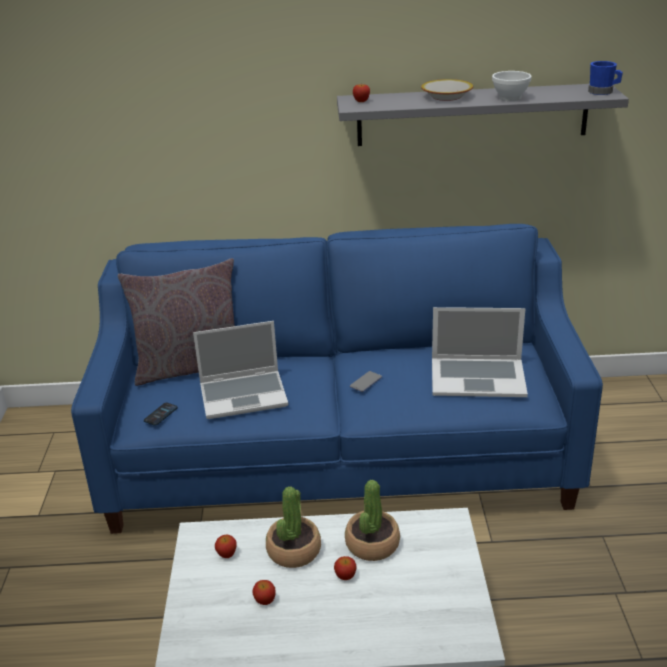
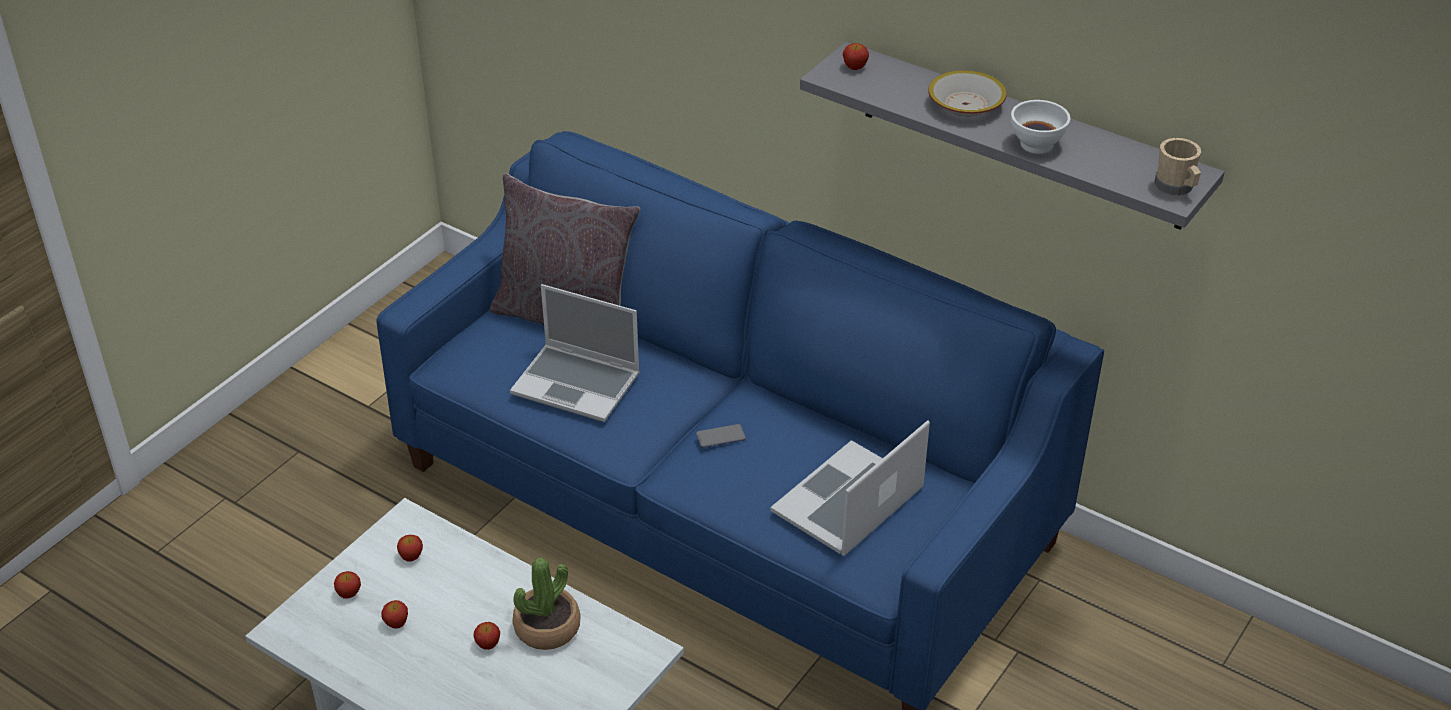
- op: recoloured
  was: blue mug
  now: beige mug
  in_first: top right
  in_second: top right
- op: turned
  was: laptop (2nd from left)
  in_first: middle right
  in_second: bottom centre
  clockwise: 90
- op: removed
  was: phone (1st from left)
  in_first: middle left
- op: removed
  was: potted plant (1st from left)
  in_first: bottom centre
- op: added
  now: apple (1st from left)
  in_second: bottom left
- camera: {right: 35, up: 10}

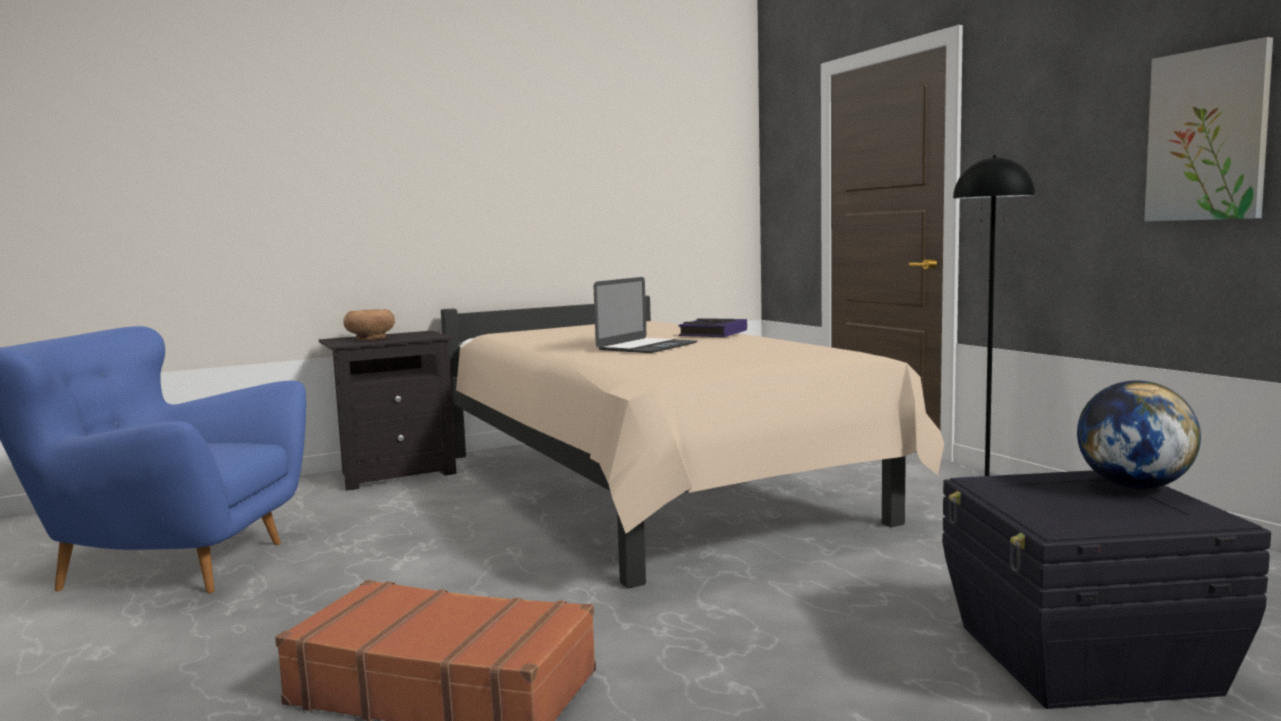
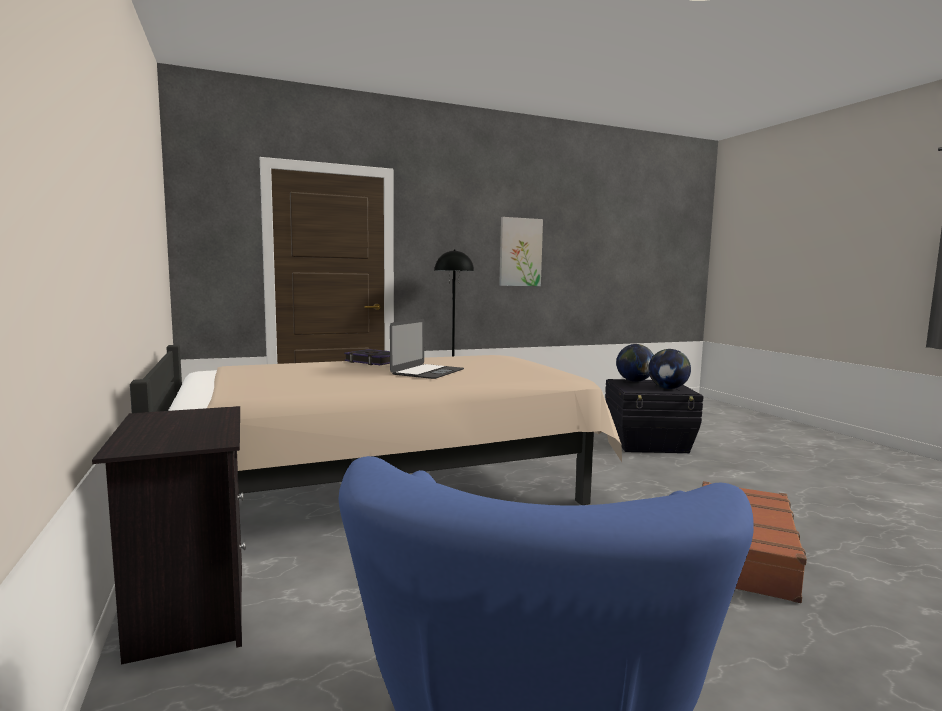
- op: turned
  was: laptop
  in_first: centre
  in_second: centre
  clockwise: 75
- op: removed
  was: brown bowl
  in_first: middle left
- op: added
  now: globe (2nd from left)
  in_second: middle right
- camera: {right: -85, up: 0}

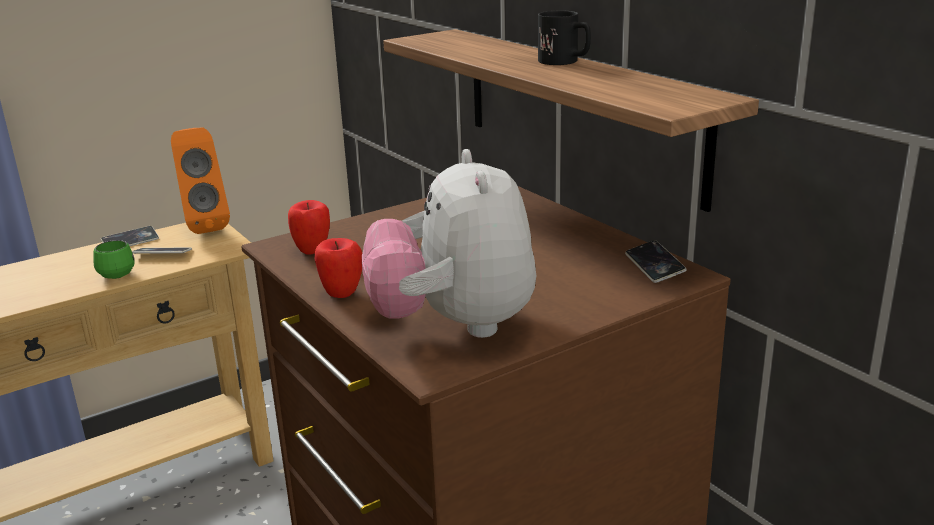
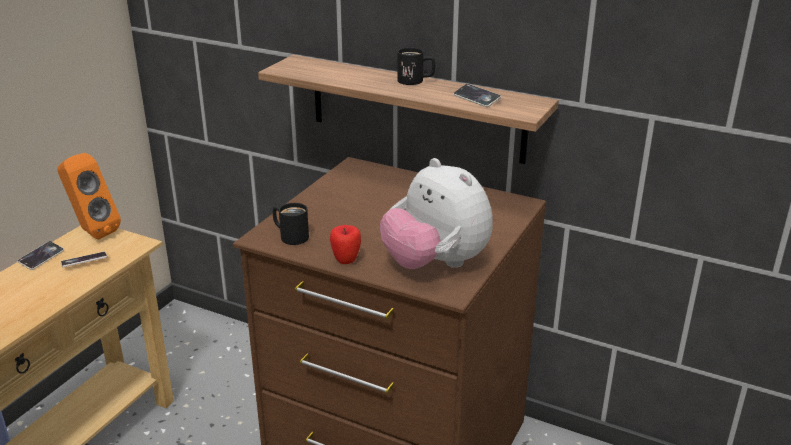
- op: replaced
  was: apple (1st from left)
  now: black mug (1st from left)
  in_first: middle left
  in_second: centre
- op: removed
  was: green mug
  in_first: middle left
- op: moved
  was: phone (3rd from left)
  in_first: middle right
  in_second: top centre
- camera: {right: -30, up: 5}

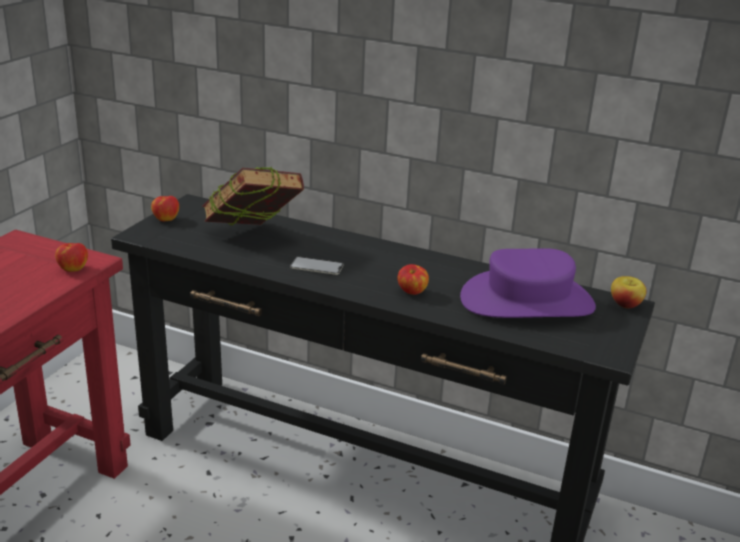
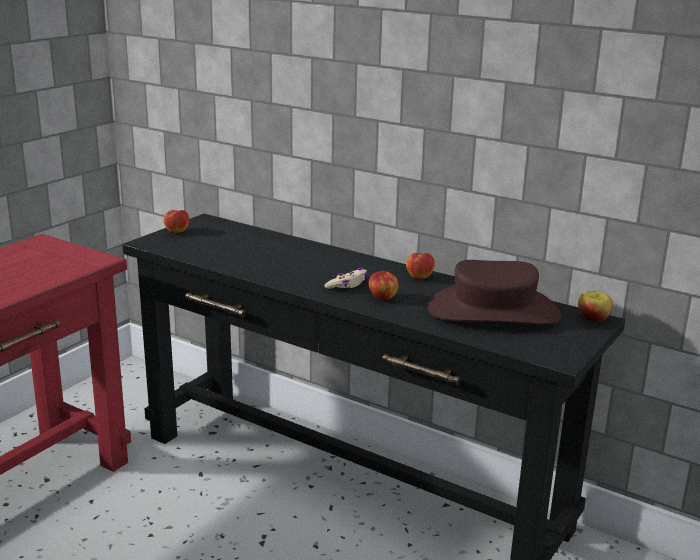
- op: removed
  was: book
  in_first: centre
- op: moved
  was: apple (1st from left in the first image)
  now: apple (3rd from left)
  in_first: middle left
  in_second: centre
- op: recoloured
  was: purple hat
  now: brown hat
  in_first: middle right
  in_second: middle right
- op: removed
  was: phone
  in_first: centre
- op: added
  now: beige game controller
  in_second: centre
- camera: {right: 10, up: -5}

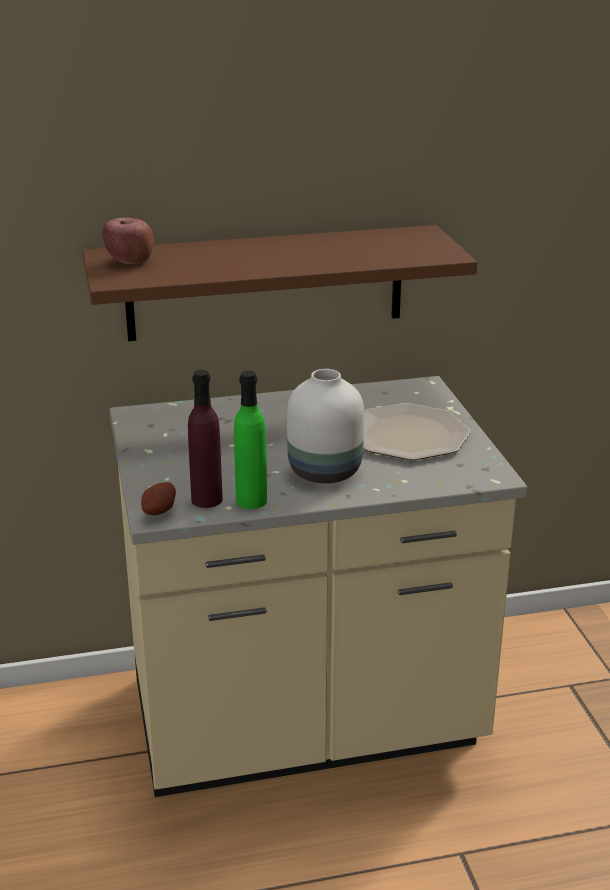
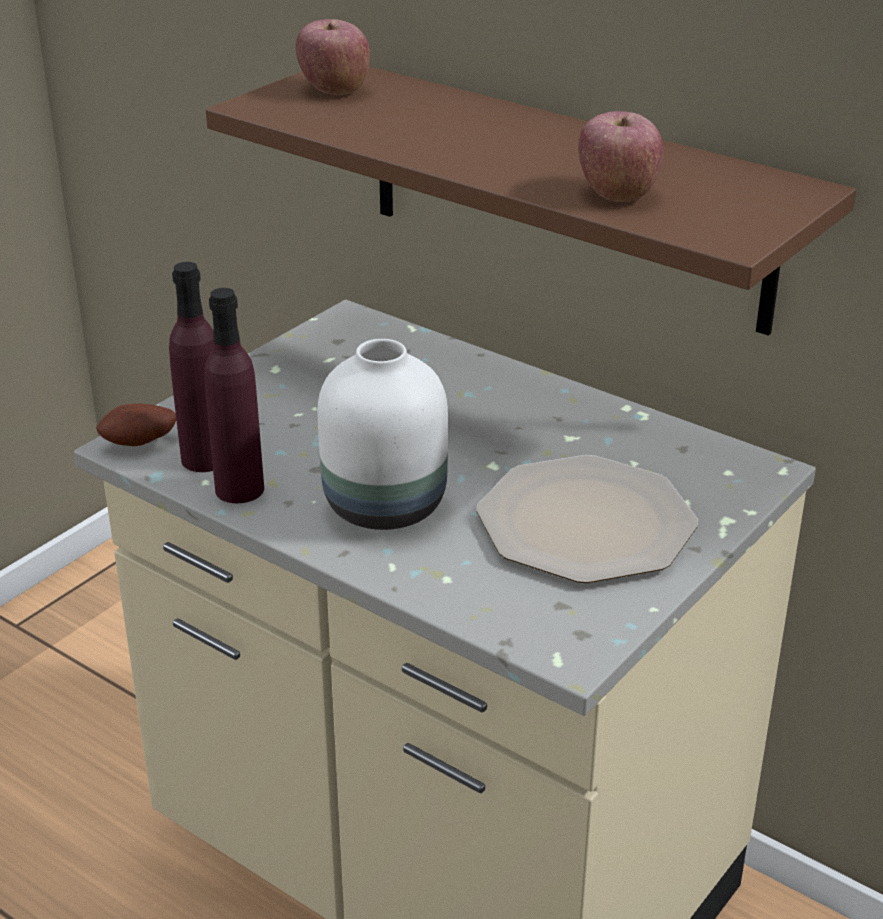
- op: recoloured
  was: green bottle
  now: purple bottle (2nd from left)
  in_first: centre
  in_second: middle left
- op: added
  now: apple (2nd from left)
  in_second: top right
- camera: {right: 50, up: 5}

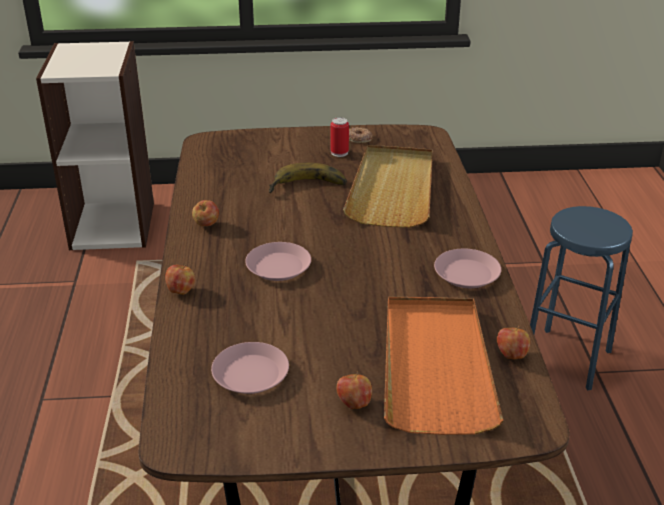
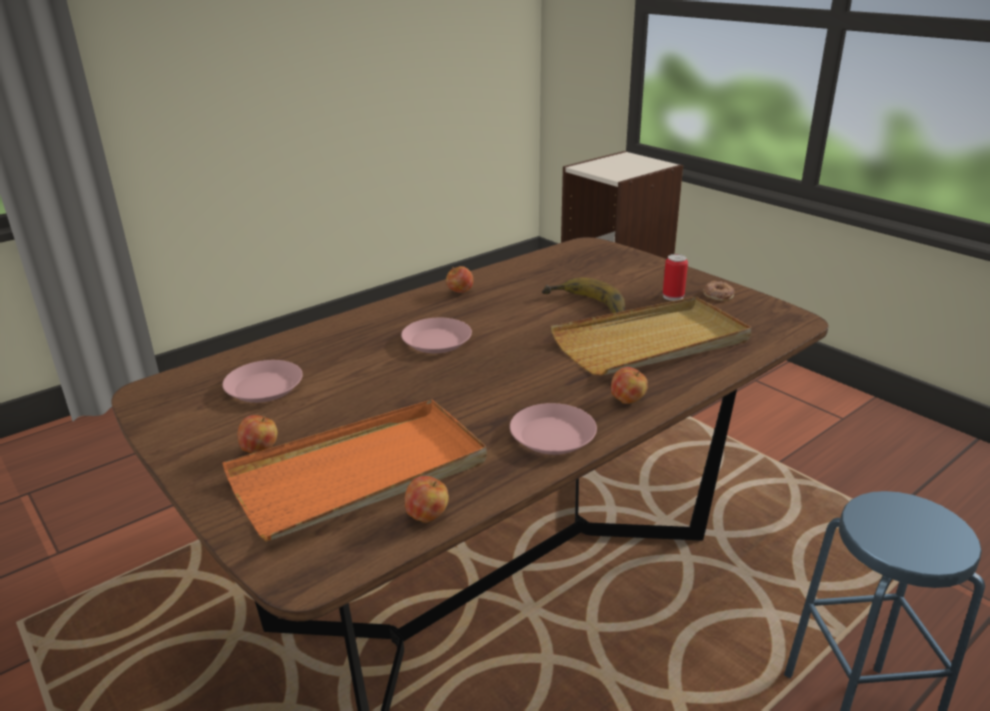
- op: moved
  was: apple (1st from left in the first image)
  now: apple (4th from left)
  in_first: middle left
  in_second: centre
- camera: {right: 55, up: -5}

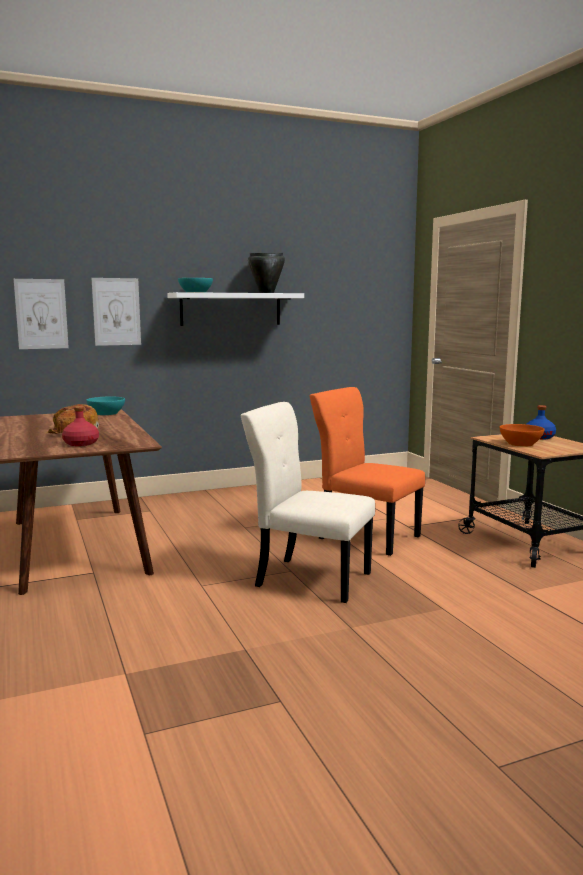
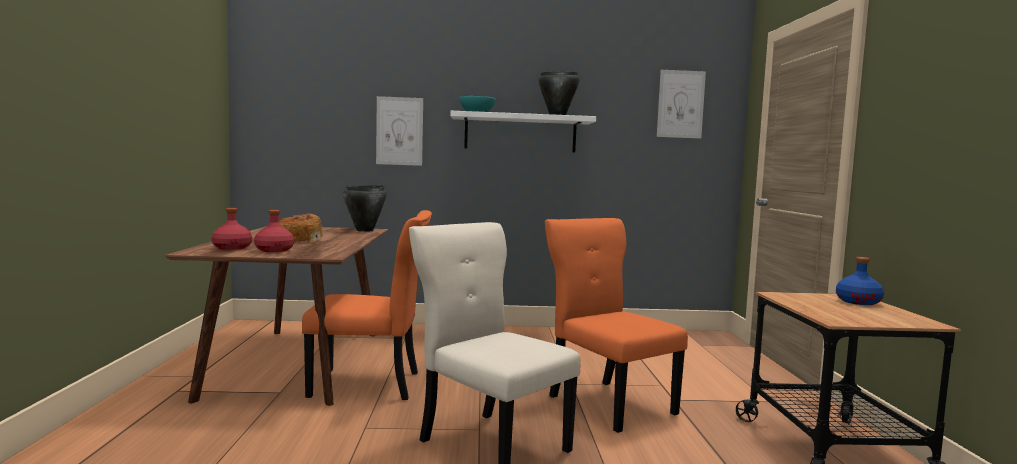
- op: moved
  was: picture (1st from left in the first image)
  now: picture (2nd from left)
  in_first: middle left
  in_second: top right
- op: replaced
  was: turquoise bowl (1st from left)
  now: black cooking pot (1st from left)
  in_first: middle left
  in_second: centre
- op: removed
  was: orange bowl
  in_first: middle right
- op: added
  now: red bottle (1st from left)
  in_second: middle left
- op: added
  now: orange chair (1st from left)
  in_second: centre
- camera: {right: 20, up: -5}

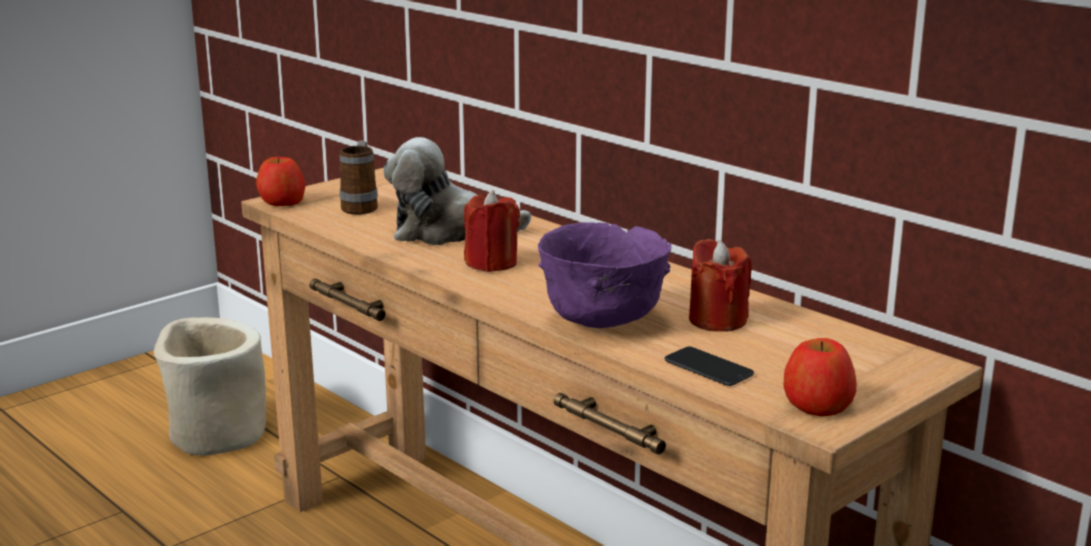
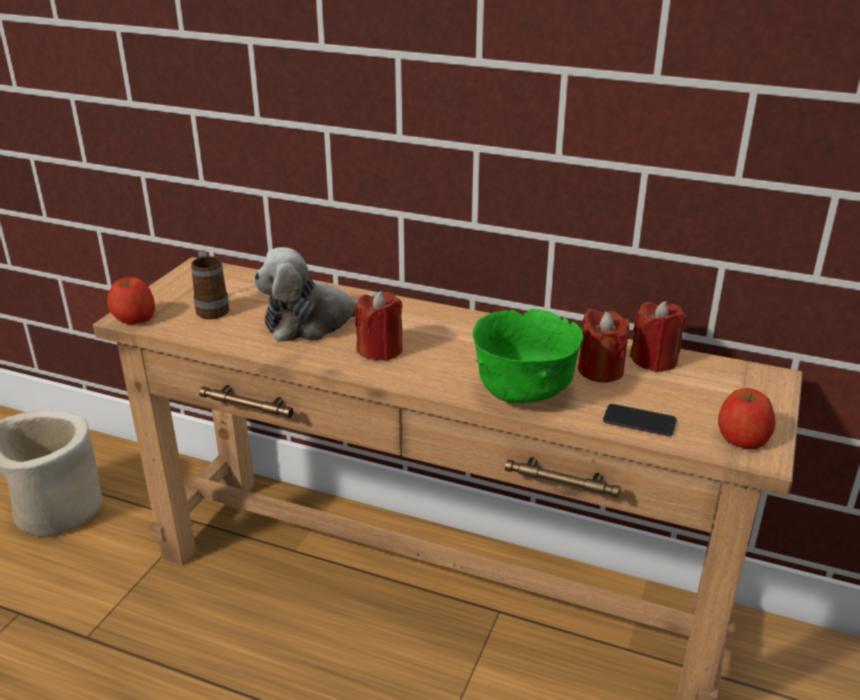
- op: recoloured
  was: purple bowl
  now: green bowl
  in_first: centre
  in_second: centre
- op: added
  now: red candle (3rd from left)
  in_second: middle right
- camera: {right: -25, up: 10}

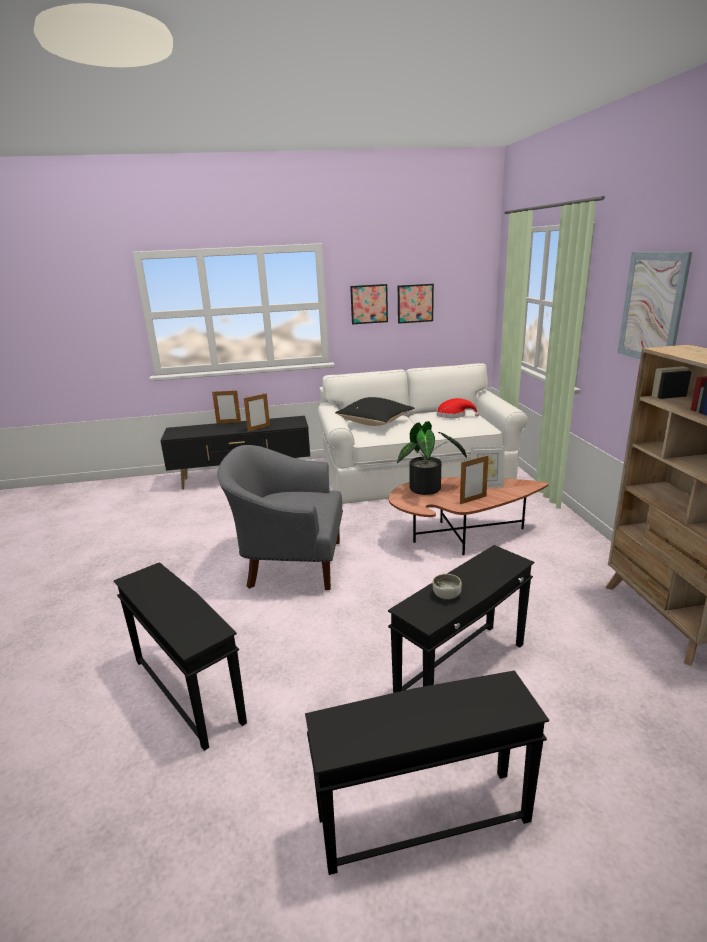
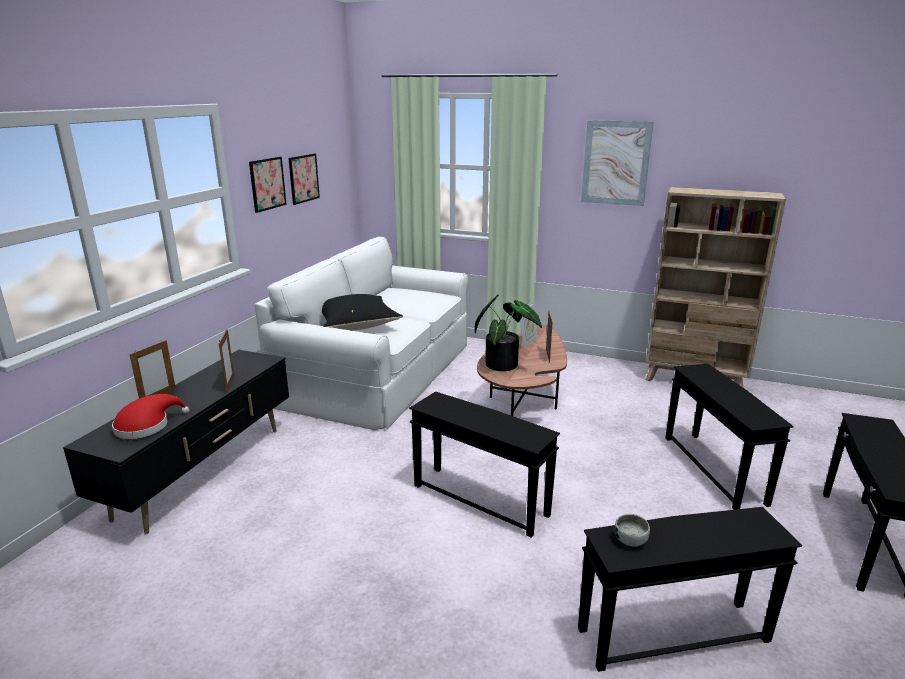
- op: moved
  was: red hat
  in_first: centre
  in_second: middle left
- op: replaced
  was: grey armchair
  now: black side table (1st from left)
  in_first: centre
  in_second: bottom centre
- op: moved
  was: bowl
  in_first: centre
  in_second: bottom right
- camera: {right: -60, up: 0}

